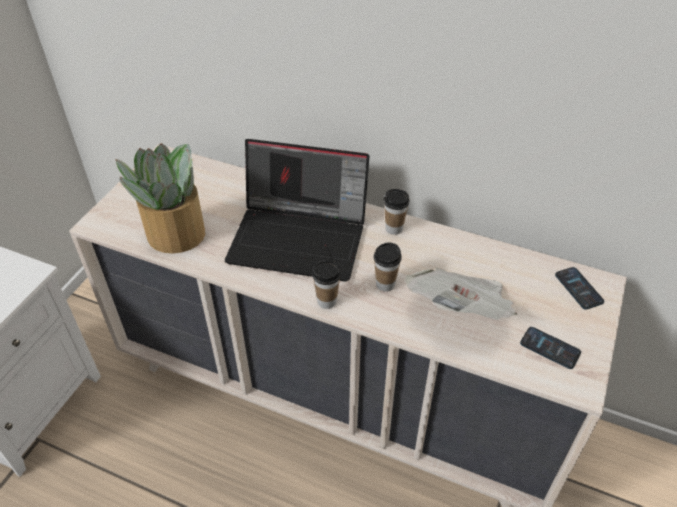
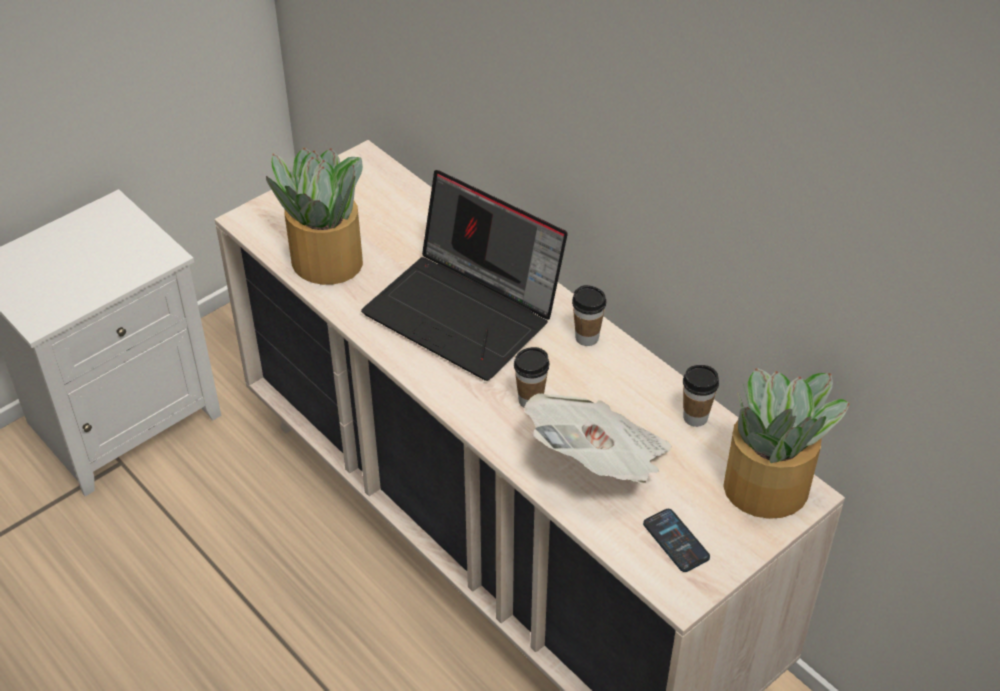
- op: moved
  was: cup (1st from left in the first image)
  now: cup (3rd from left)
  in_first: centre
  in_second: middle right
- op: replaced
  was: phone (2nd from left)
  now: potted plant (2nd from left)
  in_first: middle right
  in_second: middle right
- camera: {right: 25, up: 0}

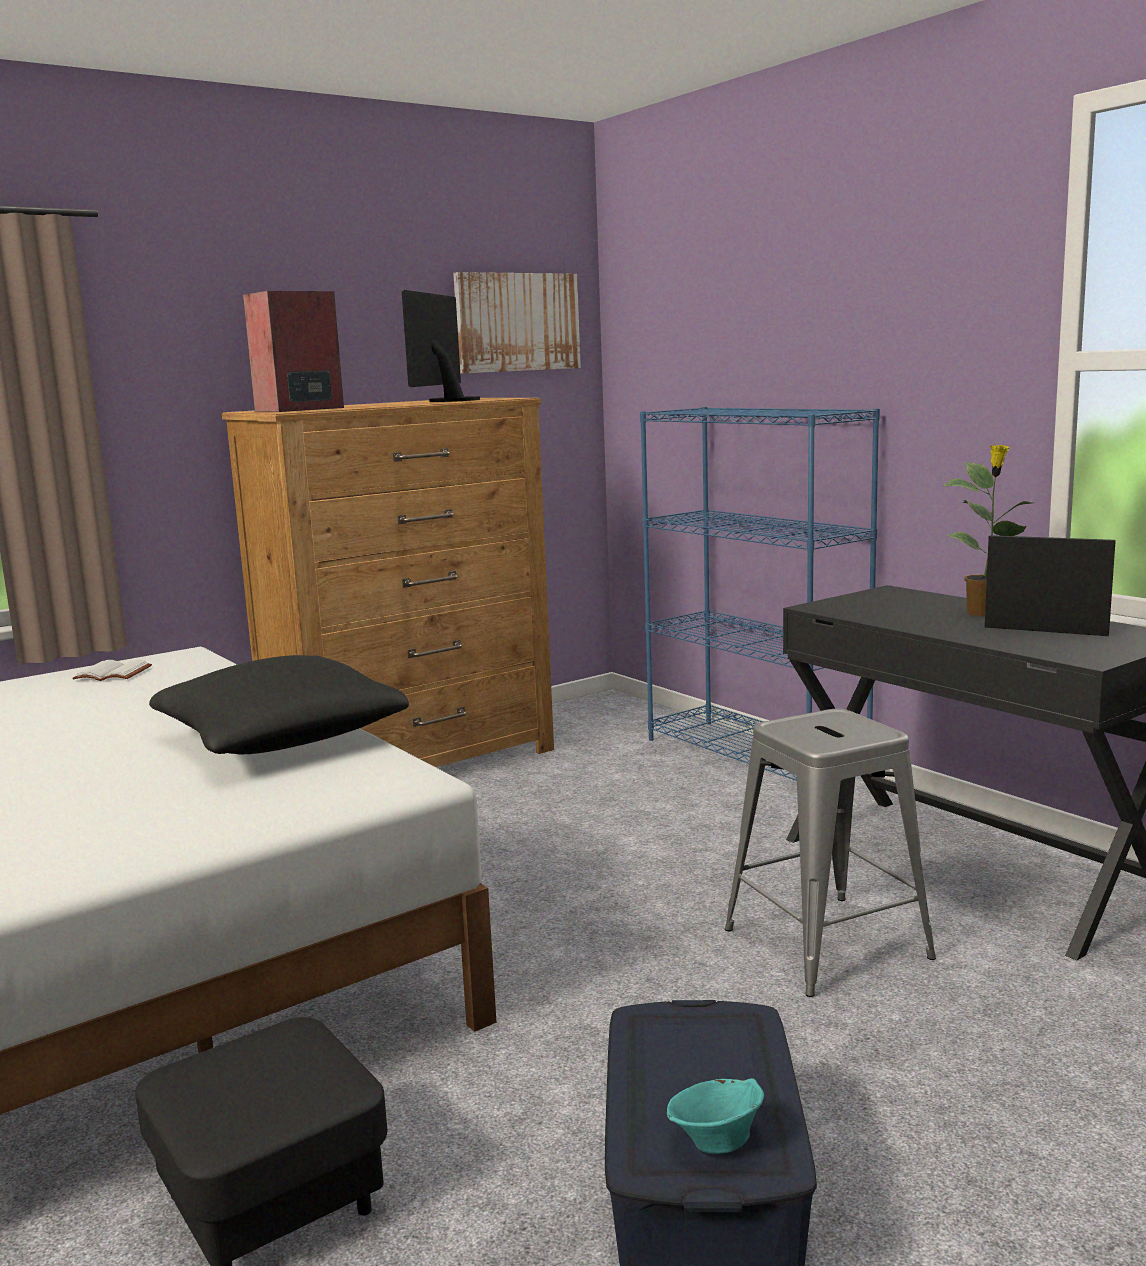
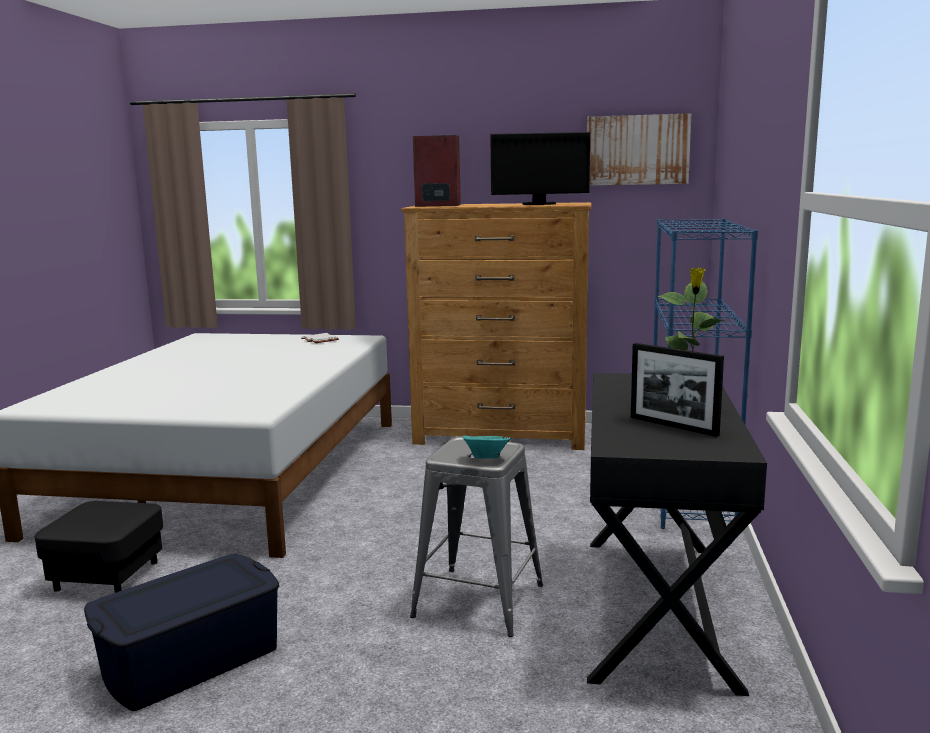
- op: turned
  was: monitor
  in_first: top centre
  in_second: top centre
  clockwise: -150
- op: turned
  was: picture frame
  in_first: middle right
  in_second: middle right
  clockwise: 150
- op: removed
  was: black pillow
  in_first: middle left
- op: moved
  was: turquoise bowl
  in_first: bottom centre
  in_second: centre
- camera: {right: 45, up: 0}

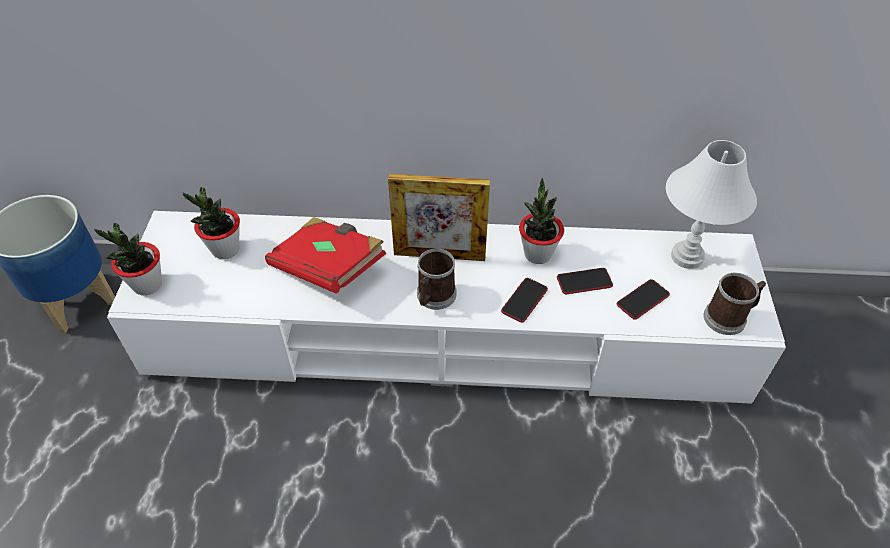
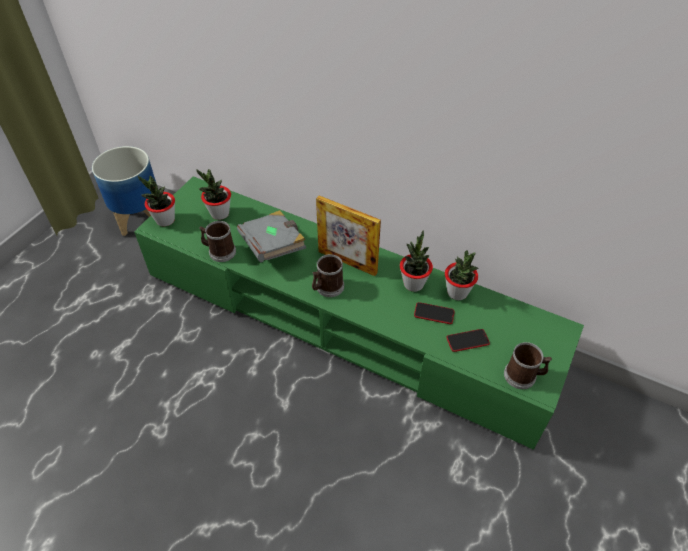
- op: removed
  was: white table lamp
  in_first: middle right
- op: recoloured
  was: white tv stand
  now: green tv stand
  in_first: centre
  in_second: centre
- op: recoloured
  was: red book
  now: grey book
  in_first: centre
  in_second: centre
- op: removed
  was: phone (1st from left)
  in_first: centre
- op: added
  now: mug (1st from left)
  in_second: middle left
- op: added
  now: potted plant (4th from left)
  in_second: middle right
- camera: {right: 25, up: 0}

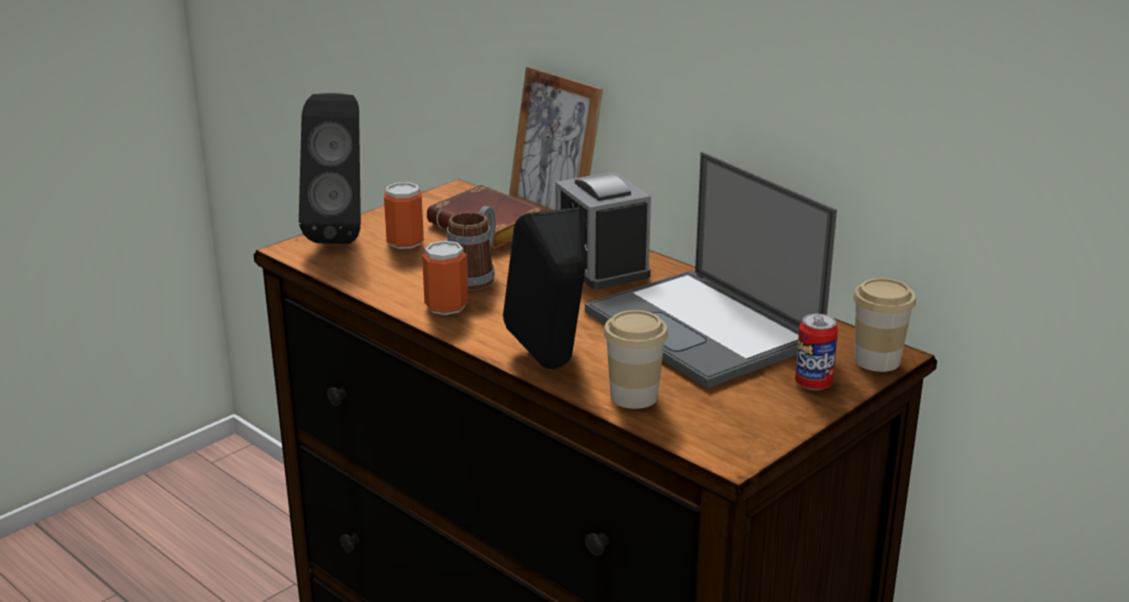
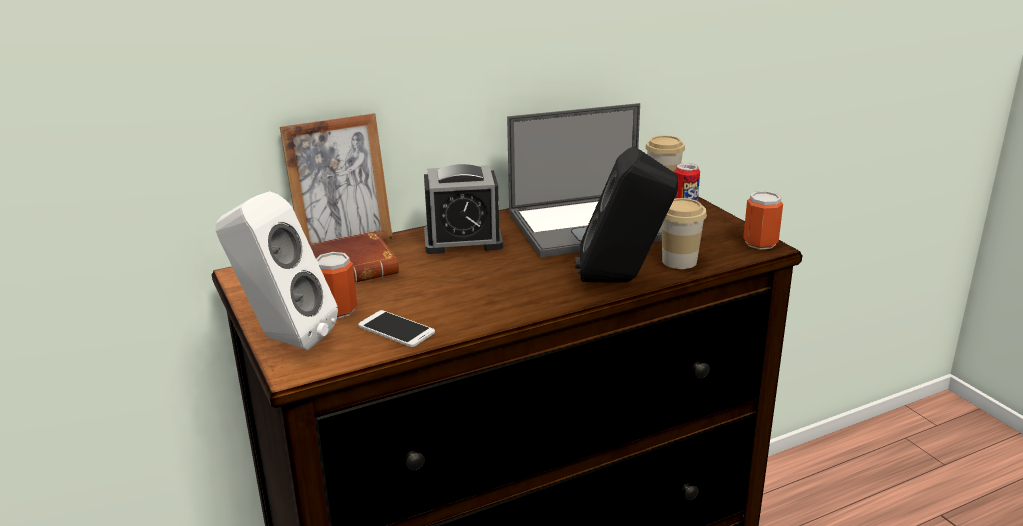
- op: recoloured
  was: black speaker (1st from left)
  now: white speaker
  in_first: top left
  in_second: middle left
- op: removed
  was: mug
  in_first: centre
- op: moved
  was: can (2nd from left in the first image)
  now: can (3rd from left)
  in_first: centre
  in_second: middle right
- op: added
  now: phone
  in_second: centre
- camera: {right: -70, up: 0}

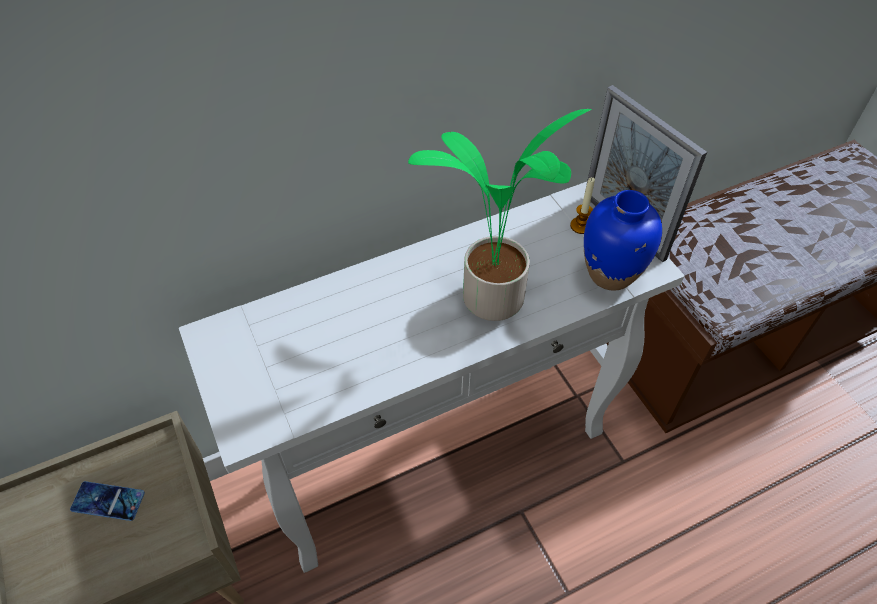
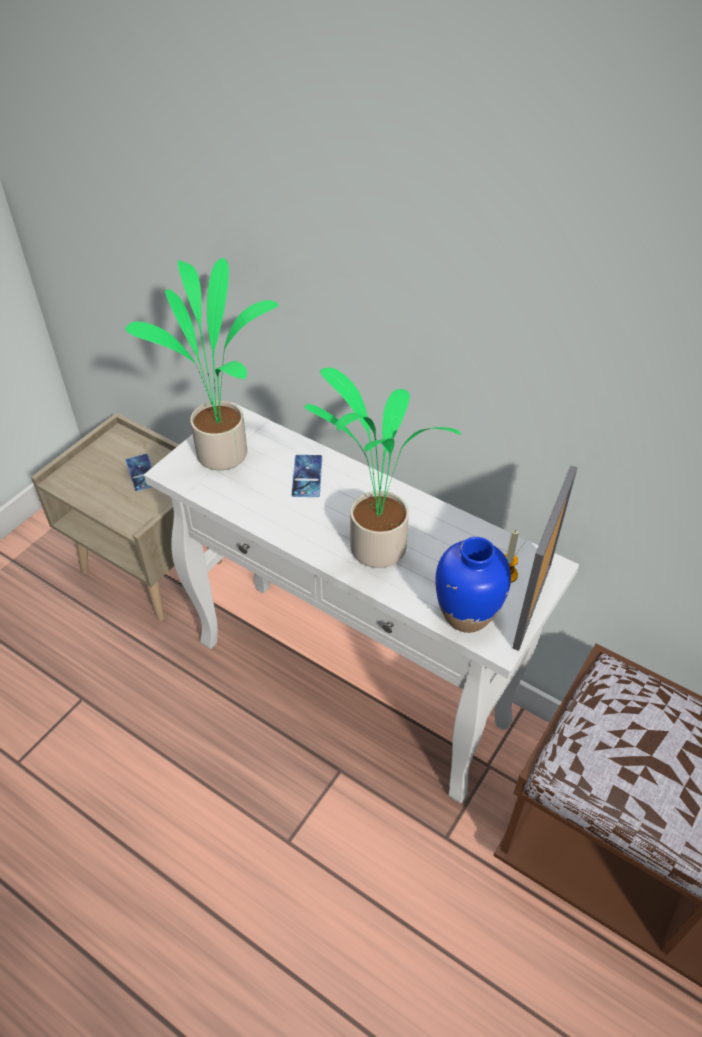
- op: added
  now: potted plant (1st from left)
  in_second: middle left
- op: added
  now: phone (2nd from left)
  in_second: centre
- camera: {right: 60, up: -5}

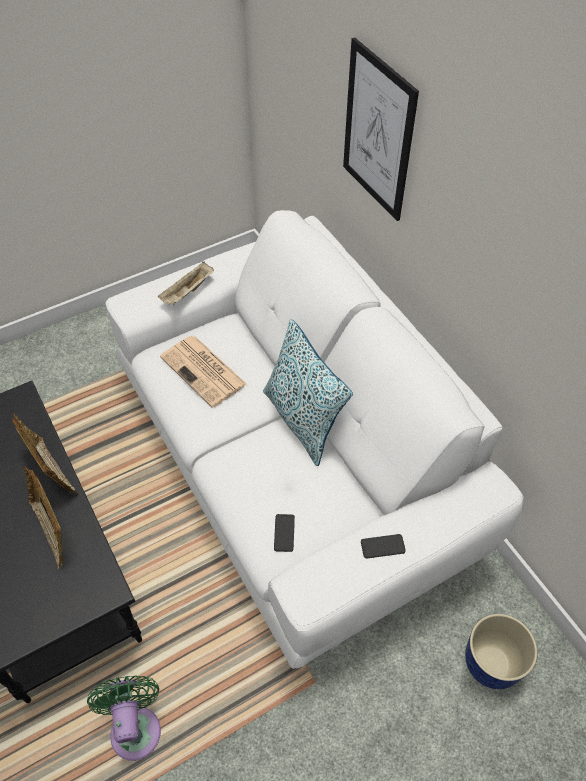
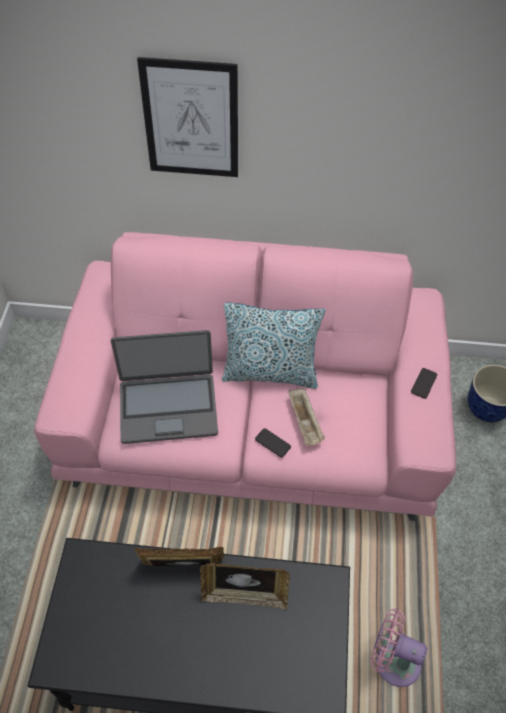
- op: recoloured
  was: white sofa
  now: pink sofa
  in_first: centre
  in_second: centre
- op: moved
  was: beige tray
  in_first: middle left
  in_second: centre
- op: replaced
  was: newspaper
  now: laptop
  in_first: centre
  in_second: middle left
- op: moved
  was: phone (1st from left)
  in_first: bottom centre
  in_second: centre
- op: recoloured
  was: green fan
  now: pink fan
  in_first: bottom left
  in_second: bottom right
- camera: {right: -55, up: 0}

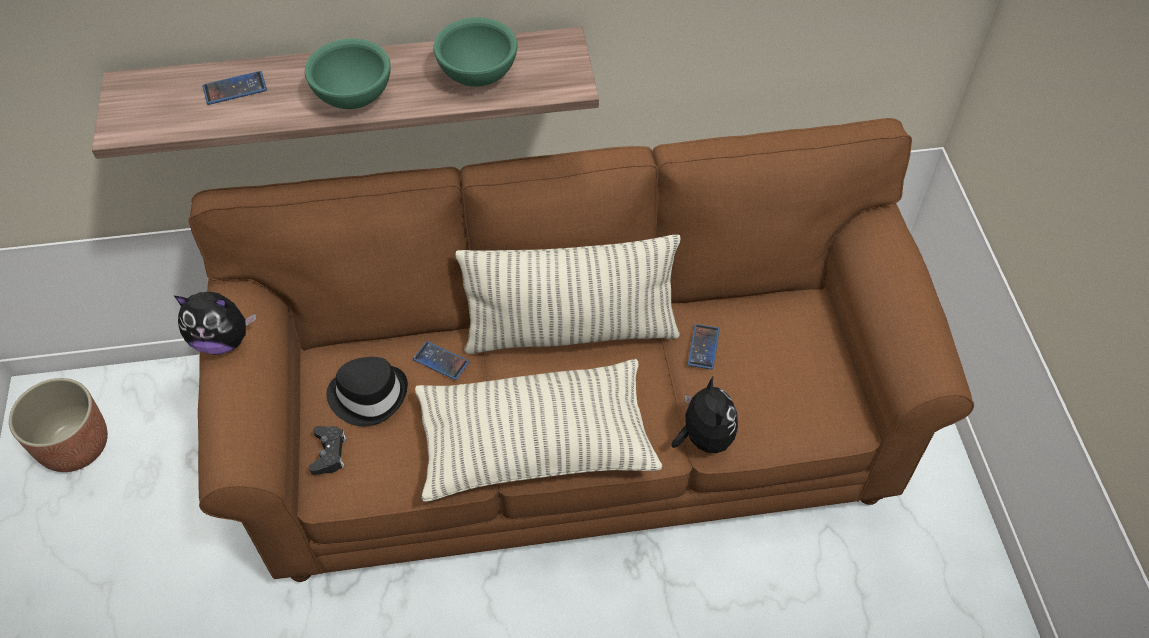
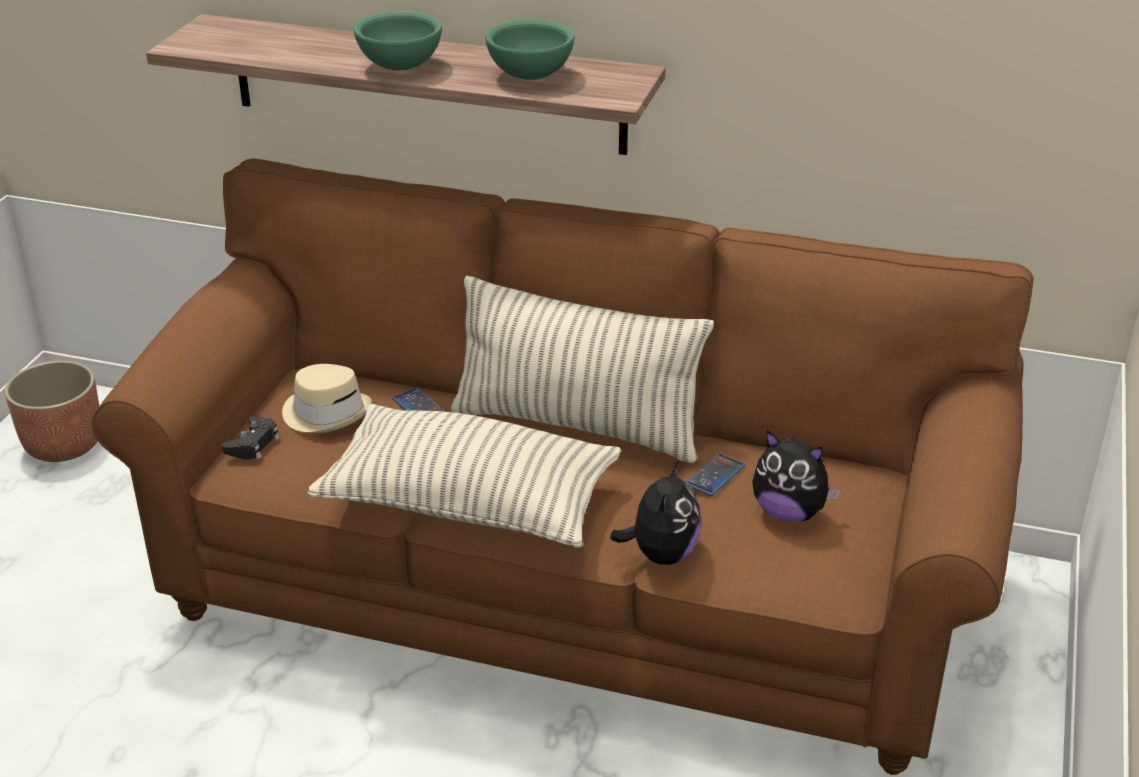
- op: removed
  was: phone (1st from left)
  in_first: top left
- op: moved
  was: plush toy (1st from left in the first image)
  now: plush toy (2nd from left)
  in_first: middle left
  in_second: middle right
- op: recoloured
  was: black hat
  now: beige hat
  in_first: middle left
  in_second: middle left
- camera: {right: 25, up: -20}

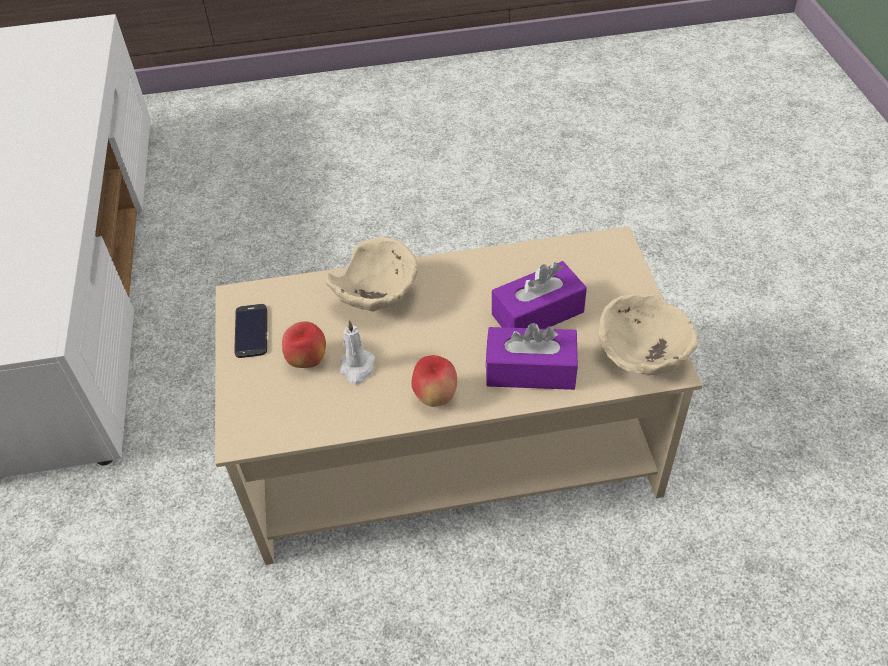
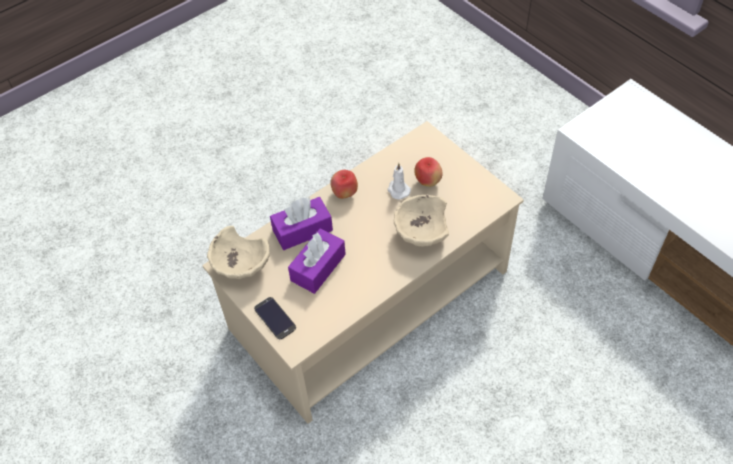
- op: moved
  was: phone
  in_first: middle left
  in_second: bottom centre
- camera: {right: 150, up: 5}

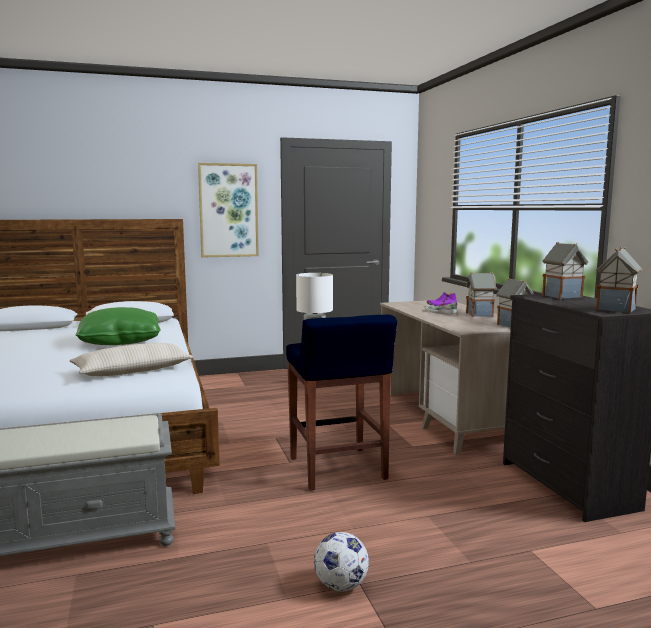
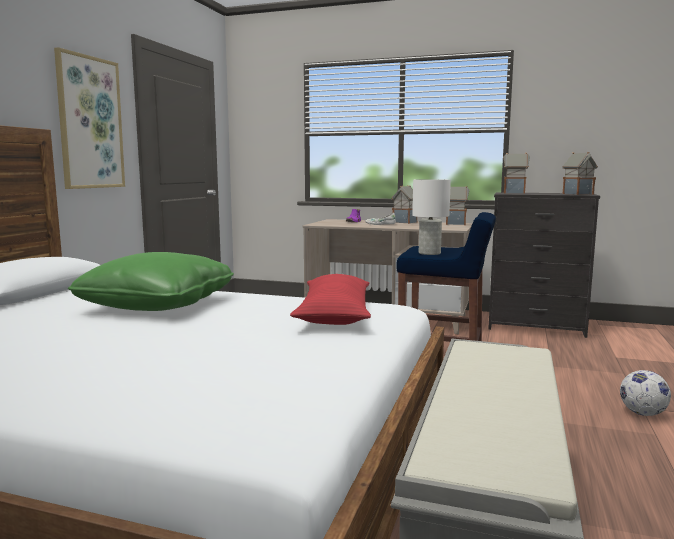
- op: recoloured
  was: beige pillow
  now: red pillow
  in_first: middle left
  in_second: centre
- camera: {right: -55, up: 0}

